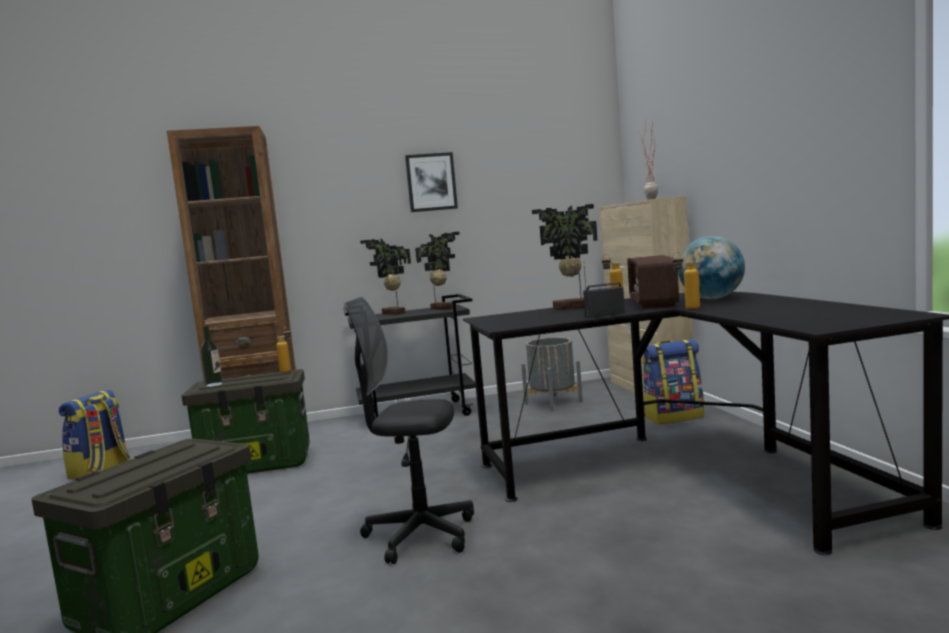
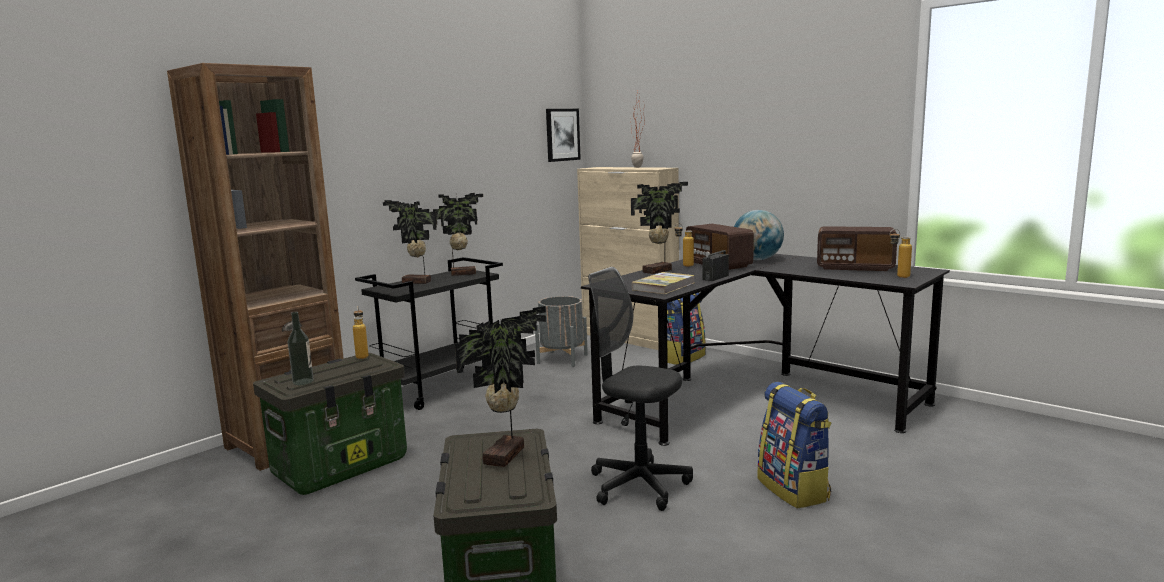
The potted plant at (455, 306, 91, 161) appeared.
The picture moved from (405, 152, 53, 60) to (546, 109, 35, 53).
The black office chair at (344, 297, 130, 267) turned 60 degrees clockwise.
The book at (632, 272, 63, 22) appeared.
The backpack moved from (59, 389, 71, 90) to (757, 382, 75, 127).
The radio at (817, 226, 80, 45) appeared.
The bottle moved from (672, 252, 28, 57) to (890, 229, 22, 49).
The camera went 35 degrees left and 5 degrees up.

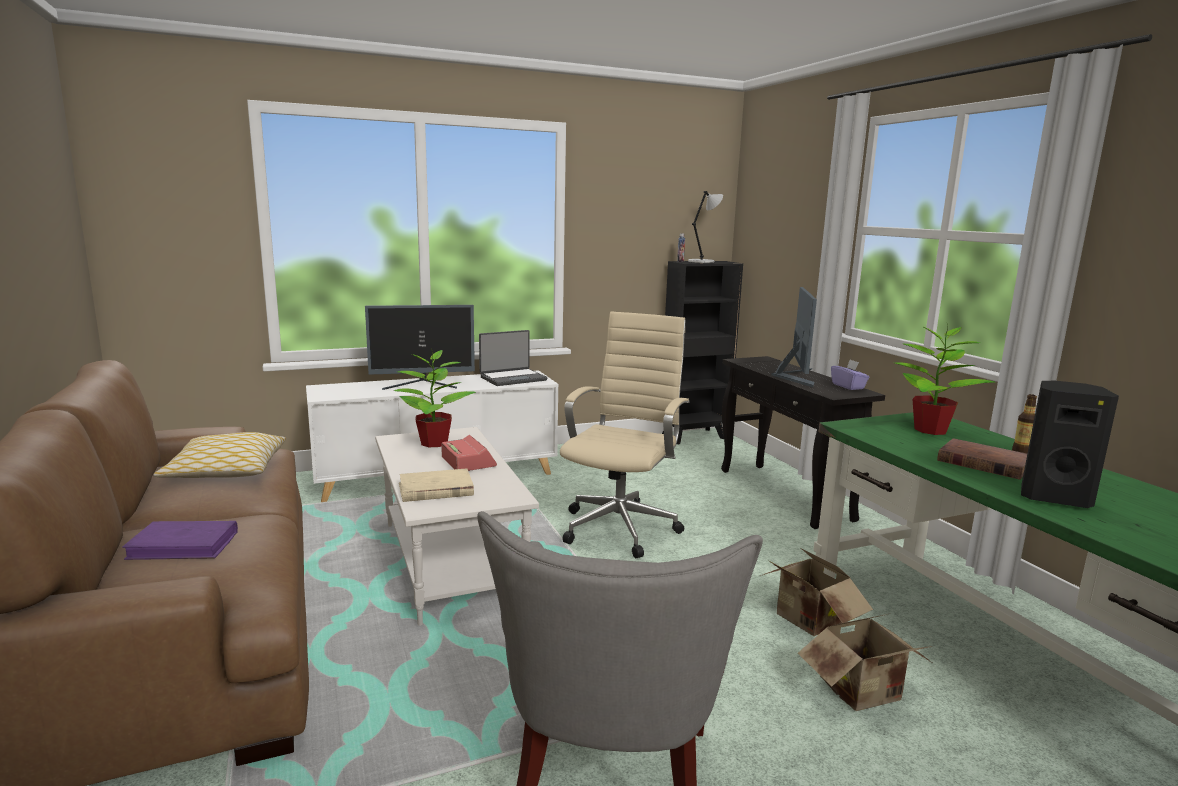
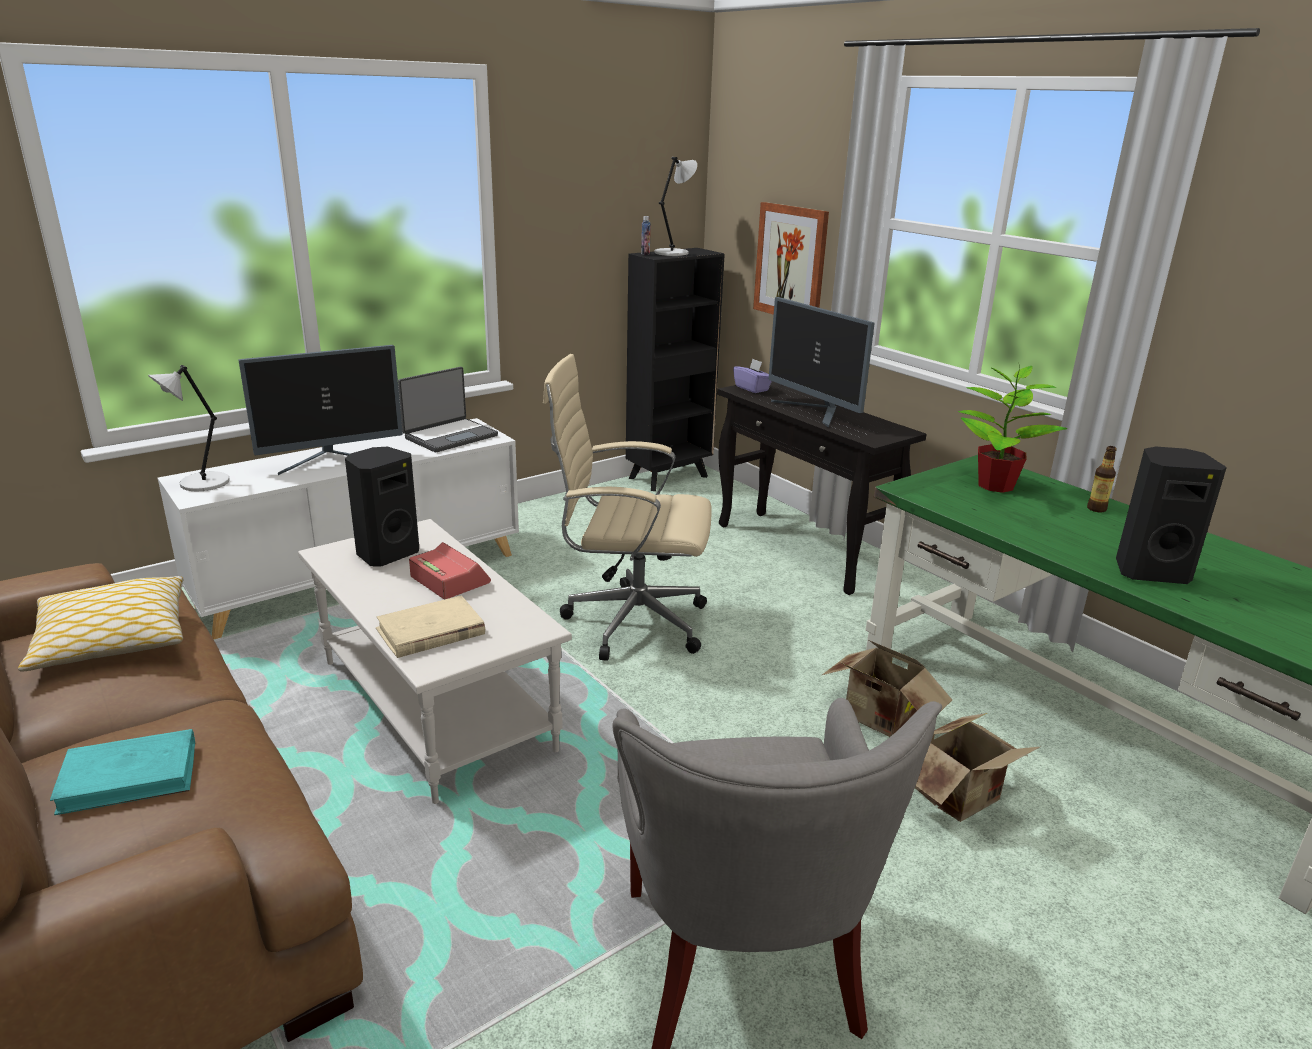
The purple book at (122, 521, 116, 39) became the turquoise book at (50, 729, 145, 86).
The grey table lamp at (148, 365, 82, 126) appeared.
The potted plant at (394, 349, 82, 98) was replaced by the black speaker at (345, 447, 74, 120).
The beige office chair at (560, 312, 130, 246) turned 90 degrees counterclockwise.
The purple tissue box moved from (831, 360, 39, 30) to (733, 359, 39, 34).
The picture at (753, 202, 76, 113) appeared.
The monitor at (771, 287, 46, 100) turned 150 degrees clockwise.
The brown book at (937, 438, 90, 42) disappeared.
The camera went 15 degrees left and 10 degrees up.

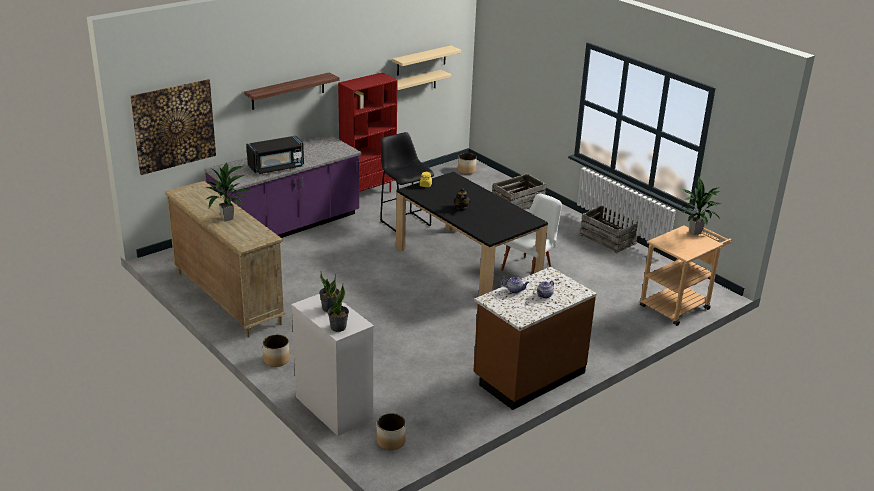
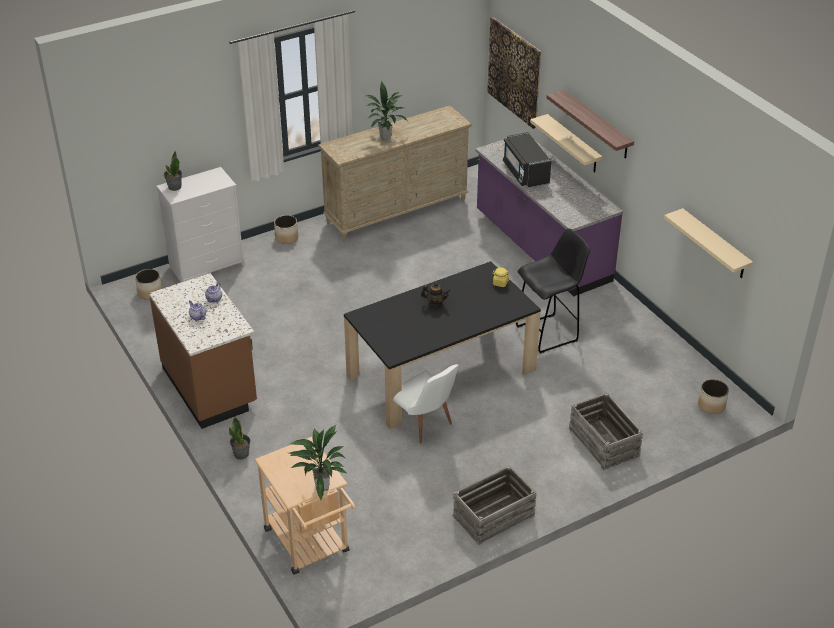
The potted plant moved from (319, 272, 21, 40) to (229, 417, 21, 42).
The beige shelf moved from (392, 46, 69, 30) to (530, 114, 73, 59).
The red bookcase at (338, 72, 60, 121) disappeared.
The camera went 100 degrees right and 10 degrees up.

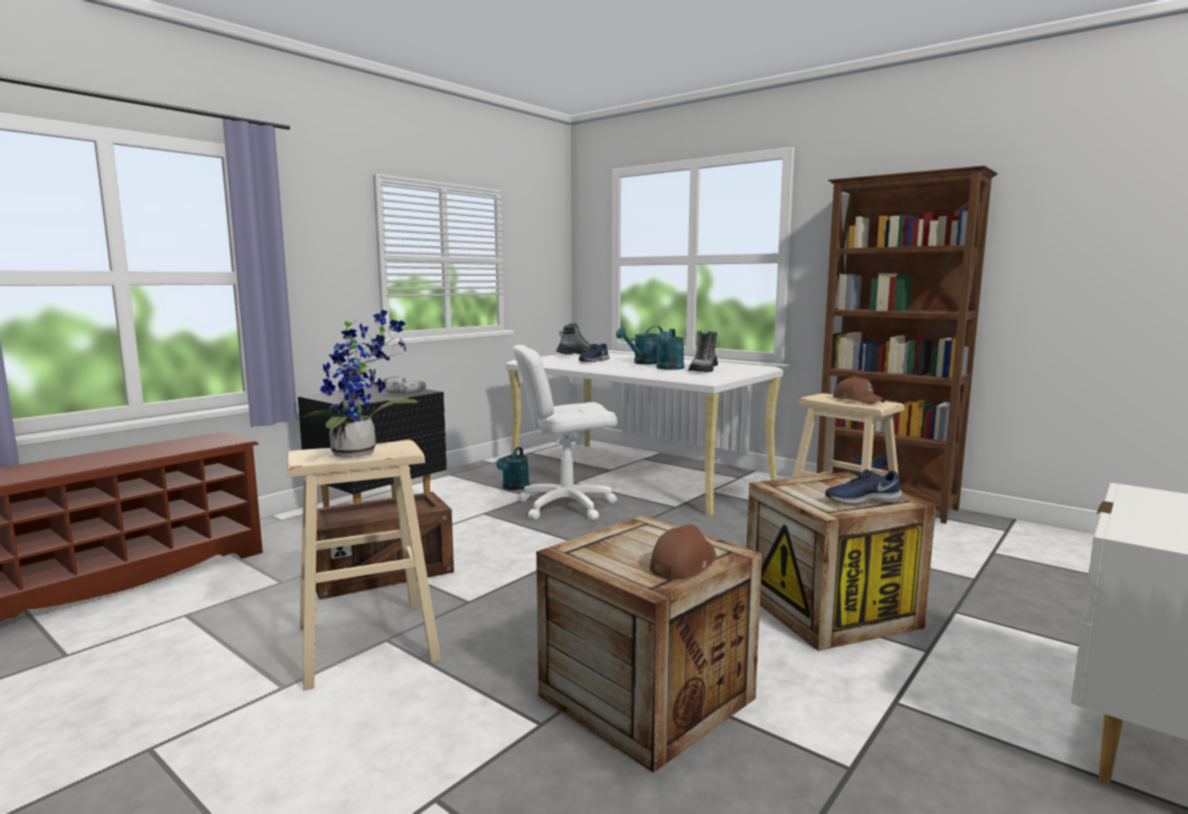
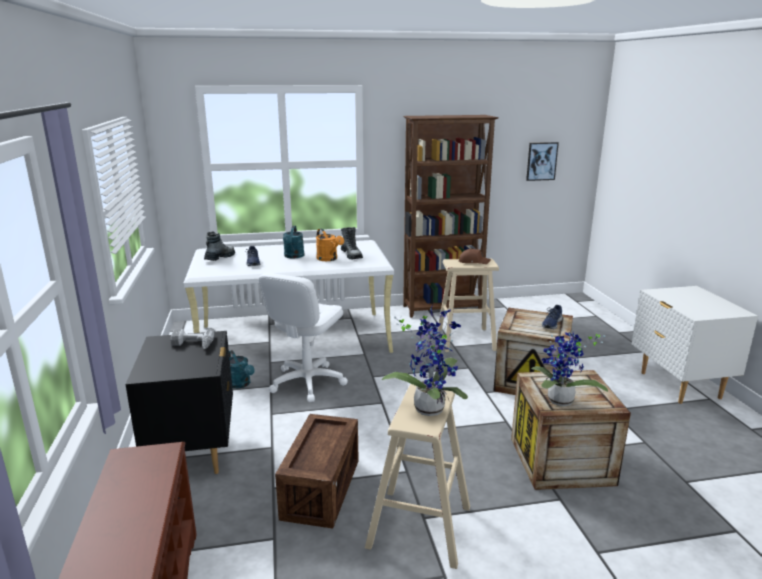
The turquoise watering can at (656, 329, 28, 41) became the orange watering can at (316, 228, 28, 33).
The picture at (526, 142, 33, 39) appeared.
The potted plant at (531, 332, 77, 74) appeared.
The brown cap at (650, 524, 66, 56) disappeared.
The camera went 50 degrees left and 10 degrees up.

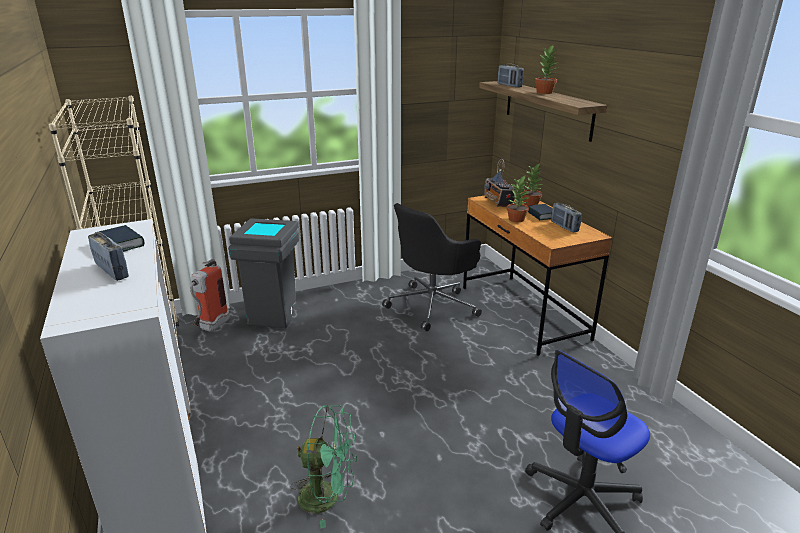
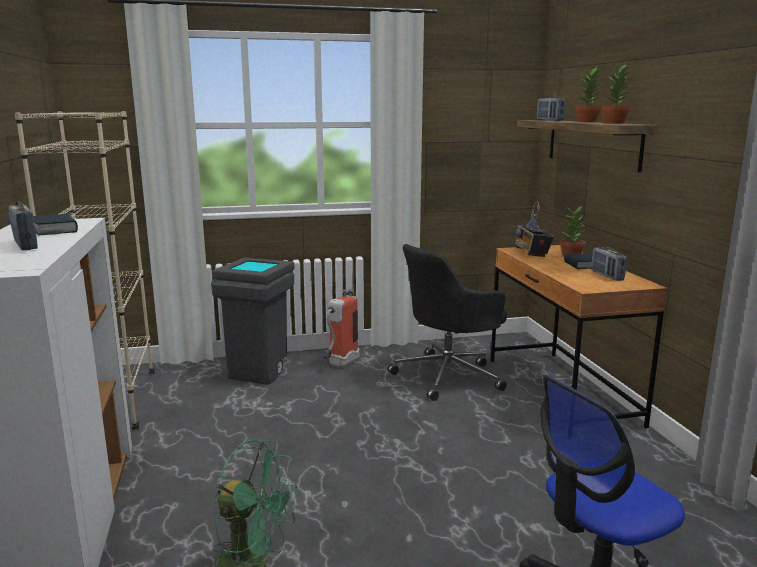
The fire extinguisher moved from (190, 259, 40, 73) to (324, 288, 36, 80).
The potted plant moved from (507, 176, 23, 46) to (601, 64, 30, 60).
The camera went 10 degrees right and 10 degrees down.

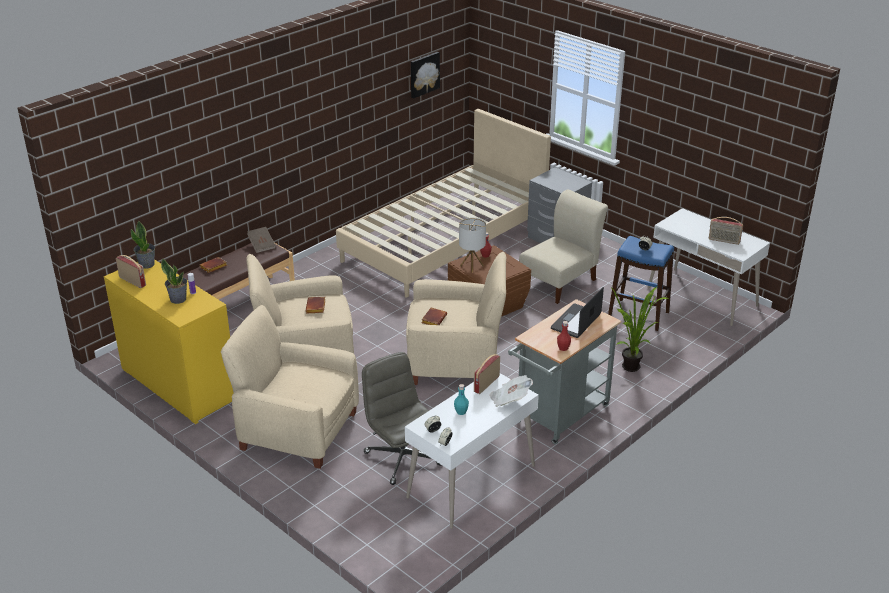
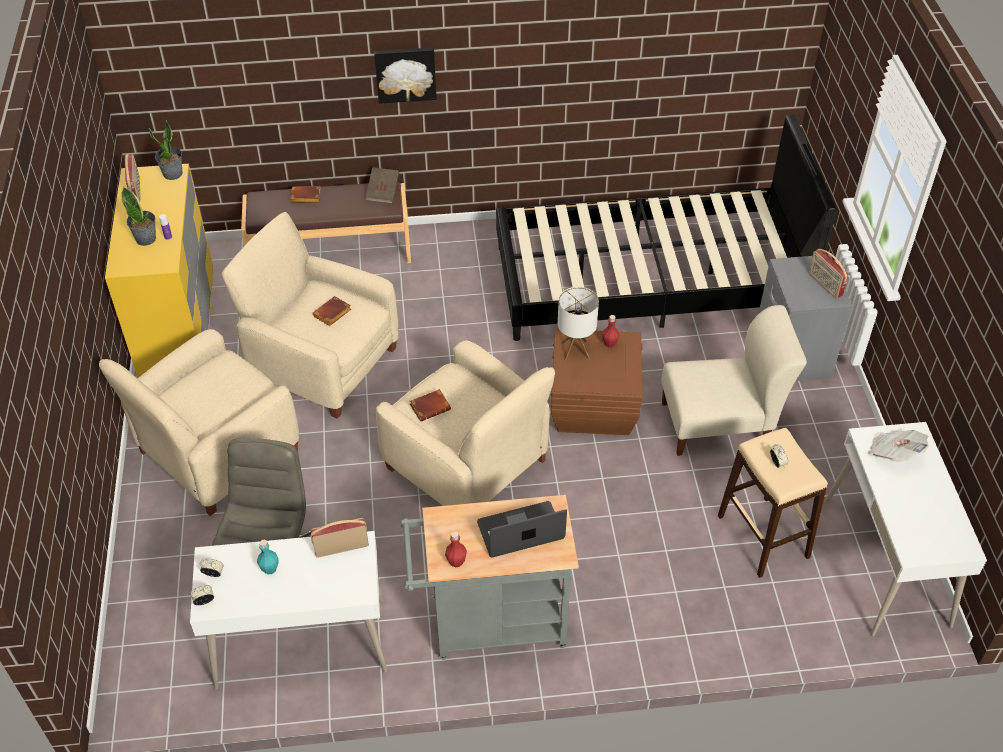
The beige armchair at (221, 305, 138, 164) turned 105 degrees counterclockwise.
The picture moved from (411, 52, 29, 47) to (374, 47, 63, 57).
The beige bed at (336, 109, 215, 189) became the black bed at (496, 115, 341, 226).
The blue stool at (608, 236, 66, 95) became the beige stool at (718, 428, 110, 150).
The radio moved from (709, 217, 34, 28) to (809, 249, 40, 49).
The newspaper moved from (490, 375, 43, 32) to (868, 430, 61, 32).
The potted plant at (610, 286, 60, 86) disappeared.
The camera went 40 degrees right and 15 degrees up.

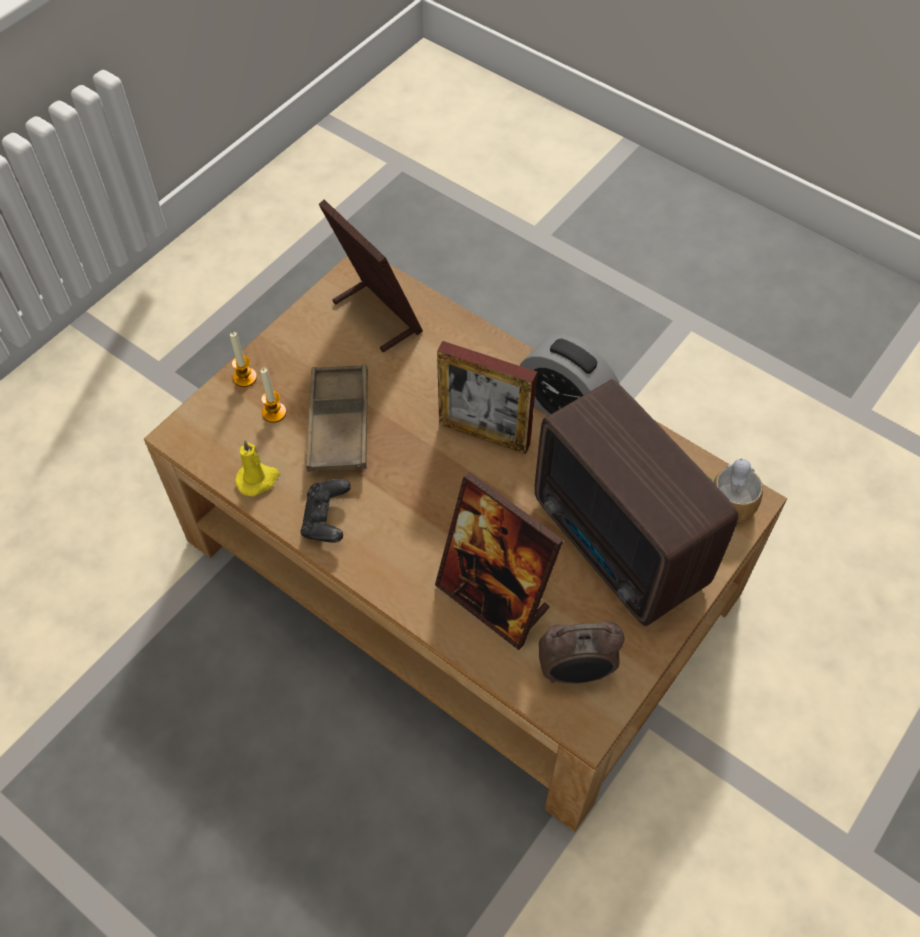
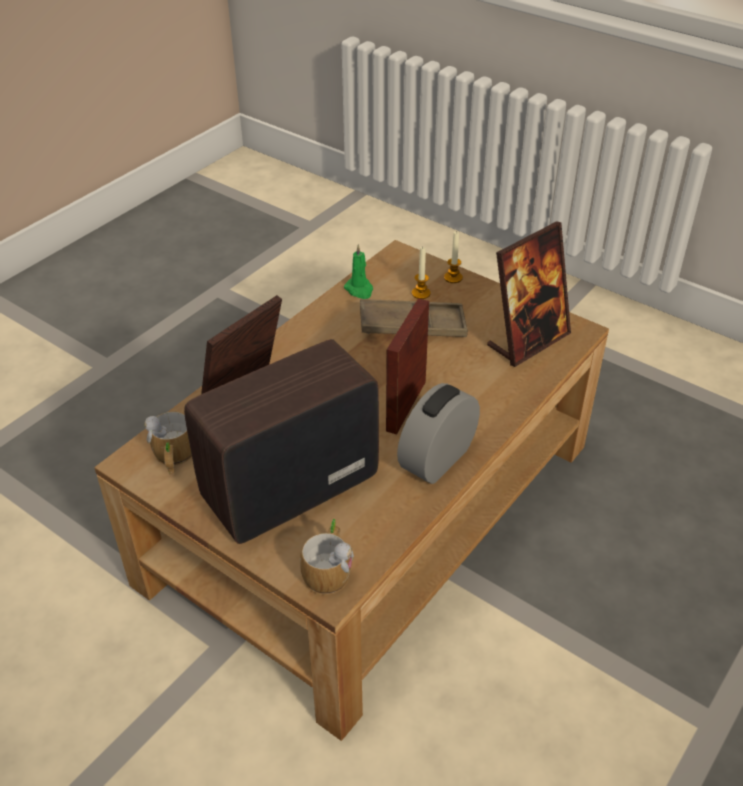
The alarm clock at (539, 621, 85, 63) was replaced by the mug at (144, 412, 48, 63).
The yellow candle at (235, 441, 44, 55) became the green candle at (344, 244, 29, 55).
The black game controller at (301, 479, 50, 64) disappeared.
The camera went 90 degrees right and 15 degrees down.

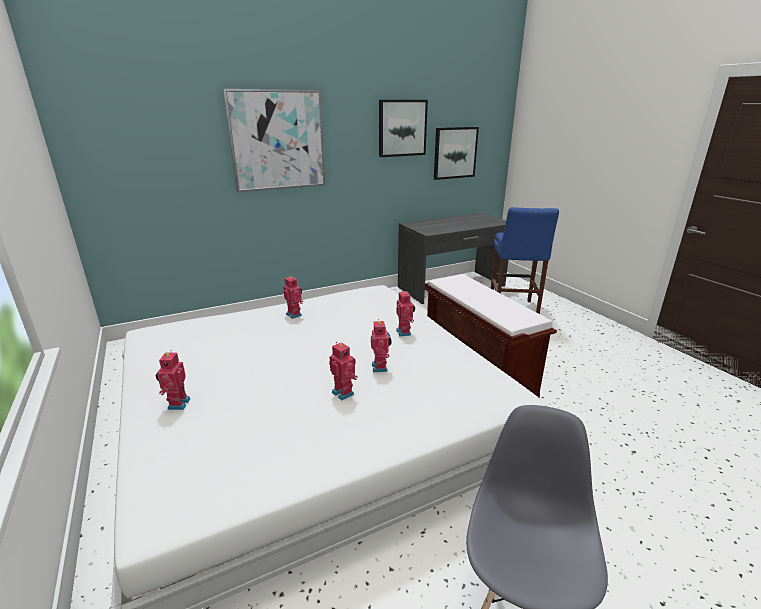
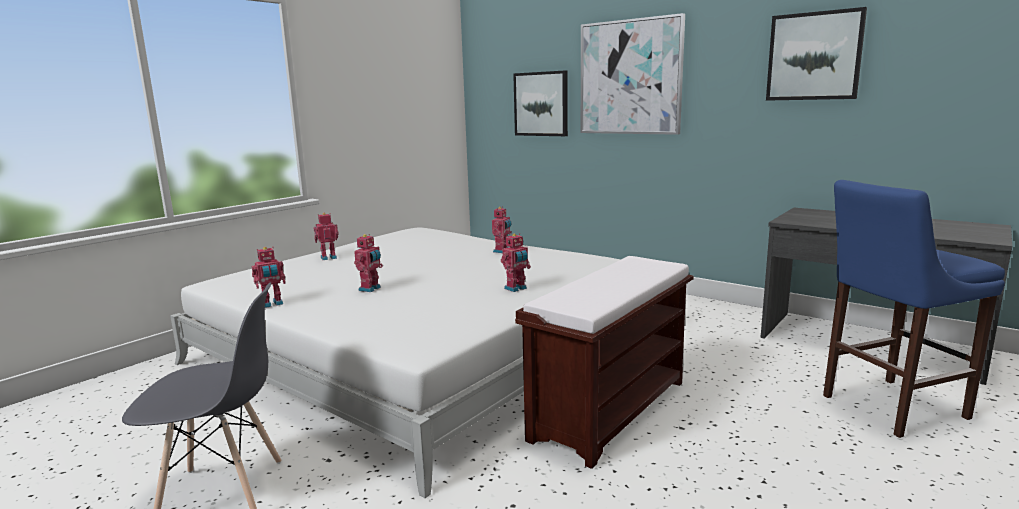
The toy robot moved from (371, 319, 21, 53) to (252, 247, 34, 61).
The picture moved from (434, 127, 45, 53) to (513, 71, 55, 65).
The camera went 65 degrees right and 10 degrees down.

